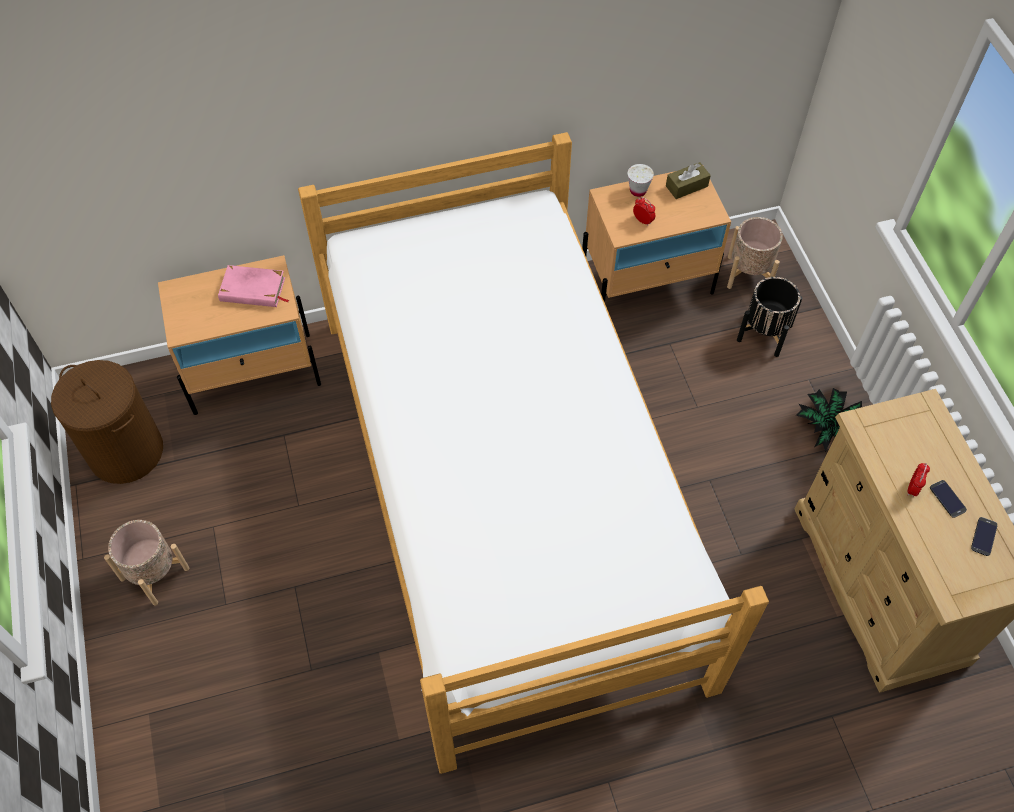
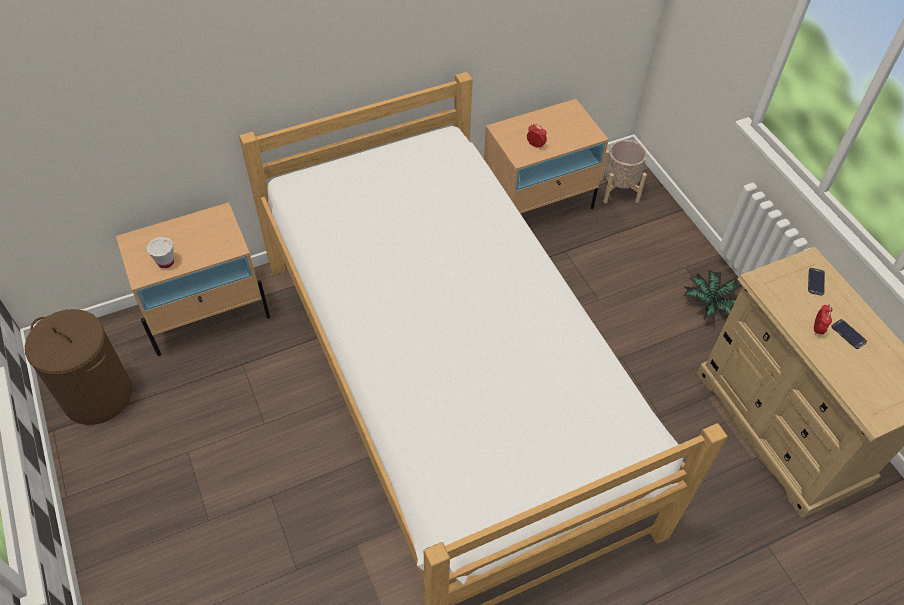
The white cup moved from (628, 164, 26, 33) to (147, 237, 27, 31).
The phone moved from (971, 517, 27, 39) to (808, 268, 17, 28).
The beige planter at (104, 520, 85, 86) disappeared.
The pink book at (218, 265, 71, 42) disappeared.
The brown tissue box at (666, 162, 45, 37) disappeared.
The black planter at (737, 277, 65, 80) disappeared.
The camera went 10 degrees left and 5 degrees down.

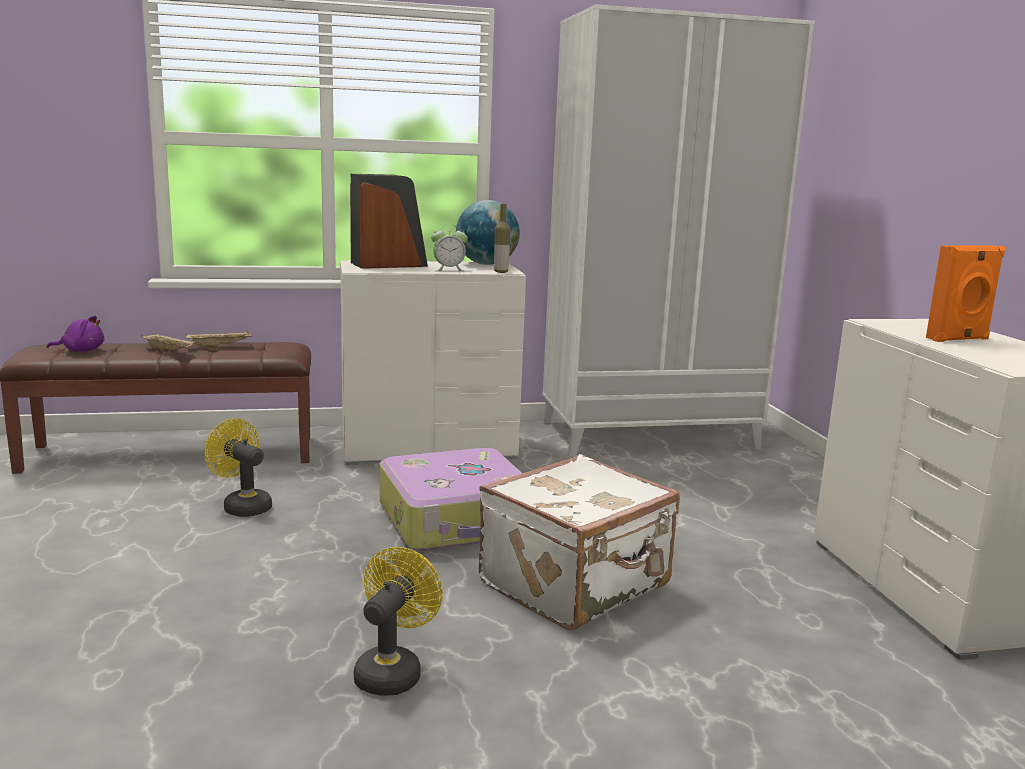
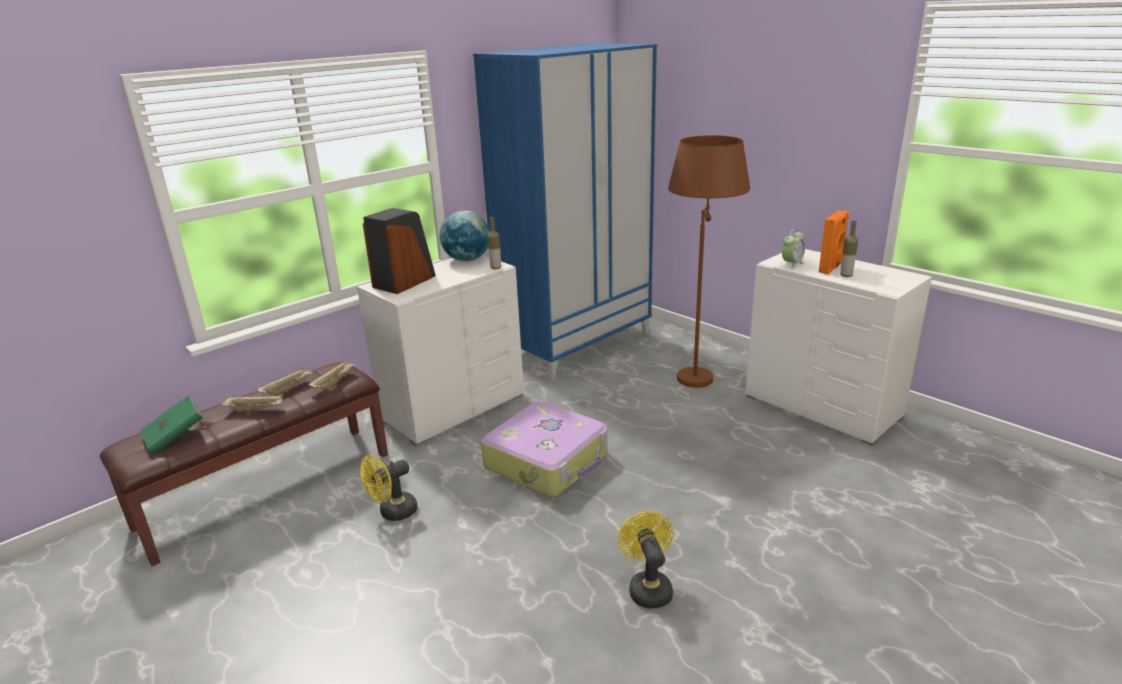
The purple plush toy at (47, 316, 57, 36) was replaced by the green book at (140, 396, 63, 58).
The beige tray at (308, 361, 49, 28) appeared.
The yellow fan at (204, 419, 68, 98) turned 45 degrees counterclockwise.
The white wardrobe at (542, 4, 273, 452) became the blue wardrobe at (473, 43, 184, 338).
The brown floor lamp at (668, 135, 82, 253) appeared.
The alarm clock moved from (431, 225, 37, 46) to (782, 229, 23, 40).
The bottle at (840, 221, 18, 56) appeared.
The white suitcase at (479, 454, 201, 176) disappeared.
The camera went 30 degrees left and 10 degrees up.

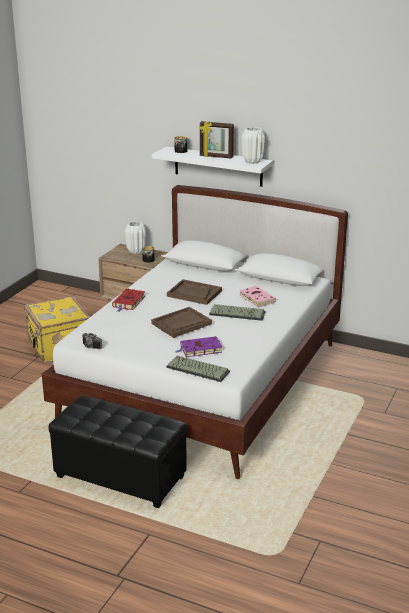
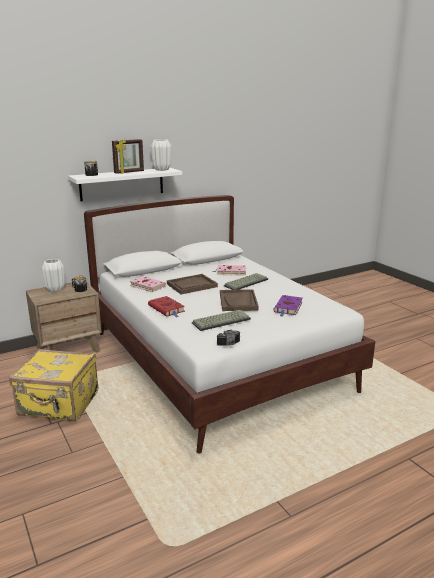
The pink book at (130, 276, 36, 16) appeared.
The keyboard moved from (166, 355, 64, 27) to (192, 310, 59, 21).
The black ottoman at (49, 396, 138, 112) disappeared.
The camera went 55 degrees left and 5 degrees down.

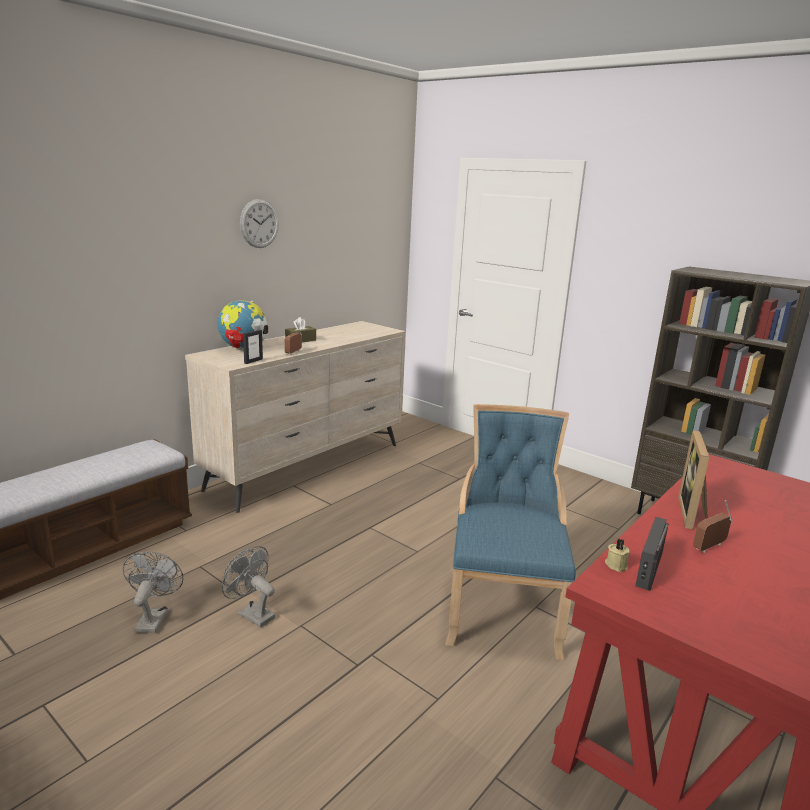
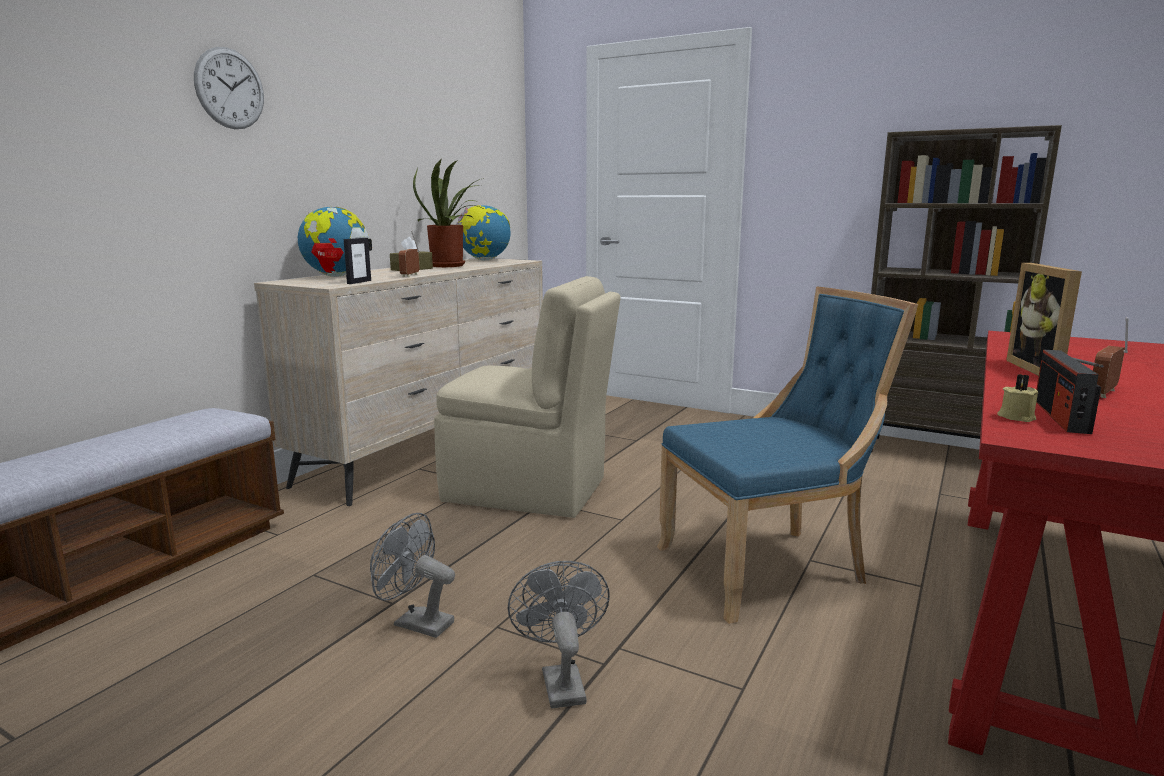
The wall clock moved from (240, 199, 39, 49) to (194, 47, 70, 82).
The potted plant at (413, 159, 71, 108) appeared.
The beige chair at (434, 276, 187, 242) appeared.
The globe at (456, 205, 55, 55) appeared.
The grey fan moved from (123, 552, 60, 81) to (508, 561, 102, 148).
The blue chair at (445, 404, 131, 256) turned 75 degrees clockwise.
The camera went 10 degrees left and 5 degrees down.

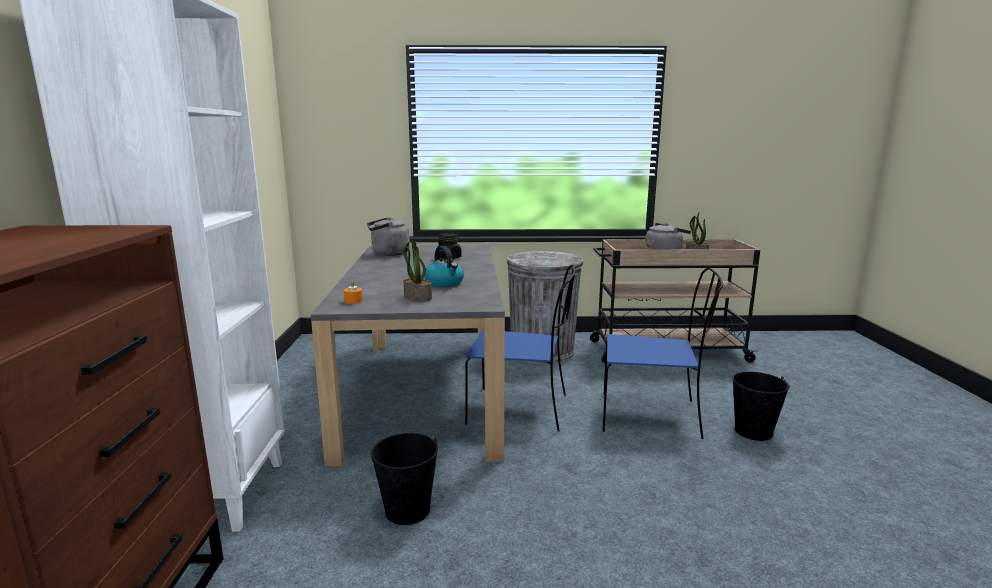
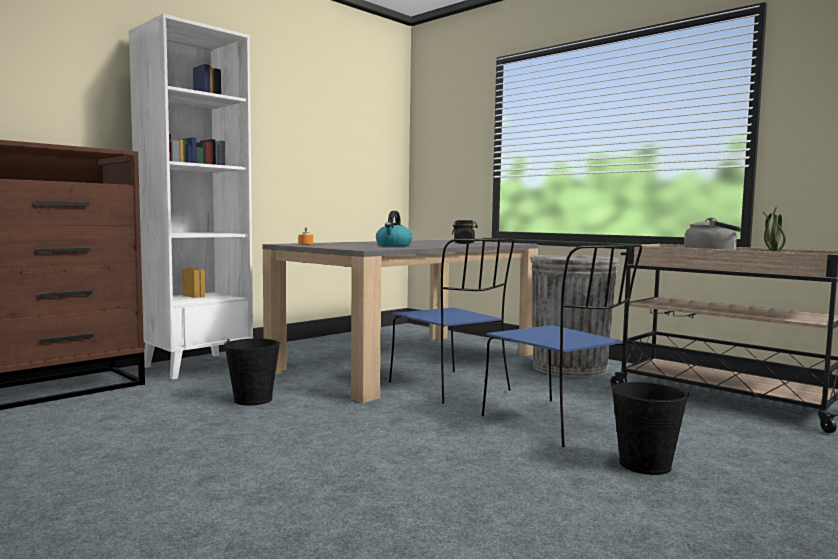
The grey kettle at (367, 217, 43, 39) disappeared.
The potted plant at (404, 236, 28, 65) disappeared.
The camera went 45 degrees right and 10 degrees down.

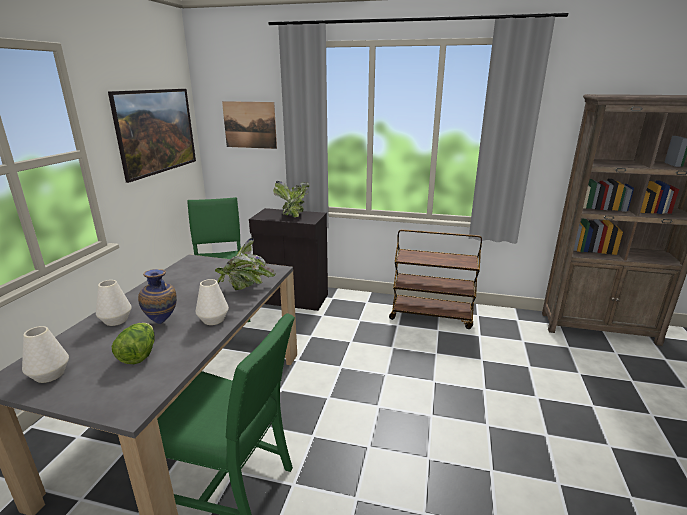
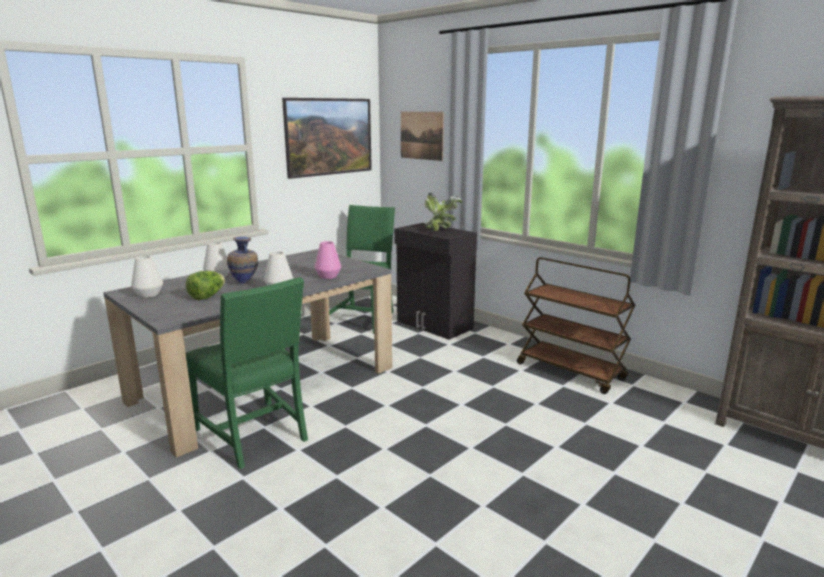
The potted plant at (215, 238, 61, 52) was replaced by the pink vase at (315, 241, 26, 38).
The camera went 30 degrees right and 5 degrees down.

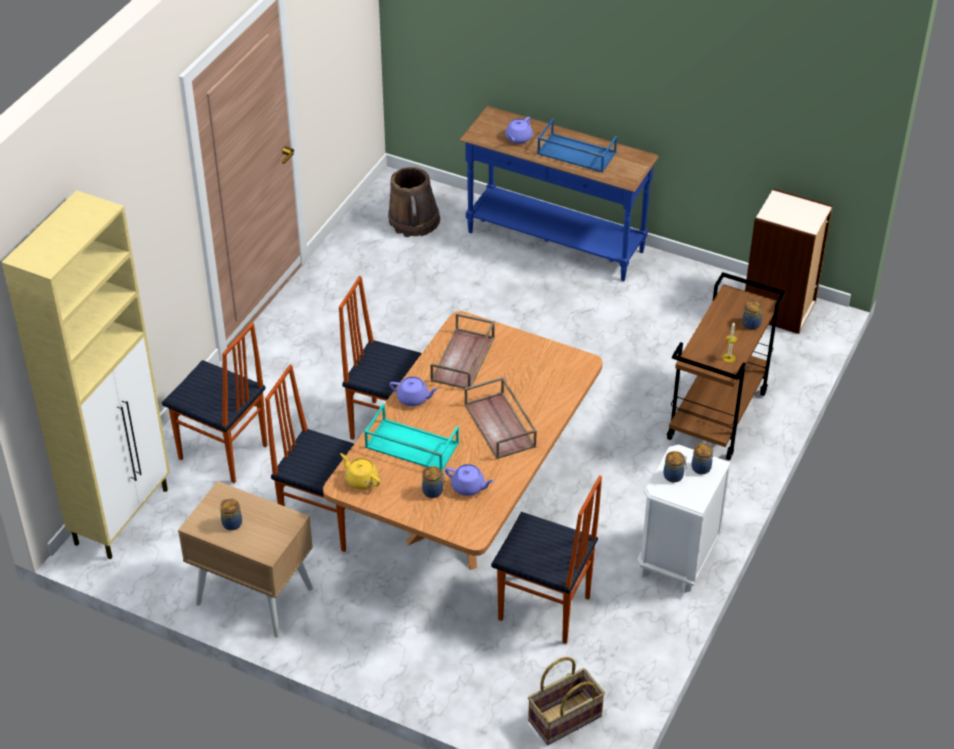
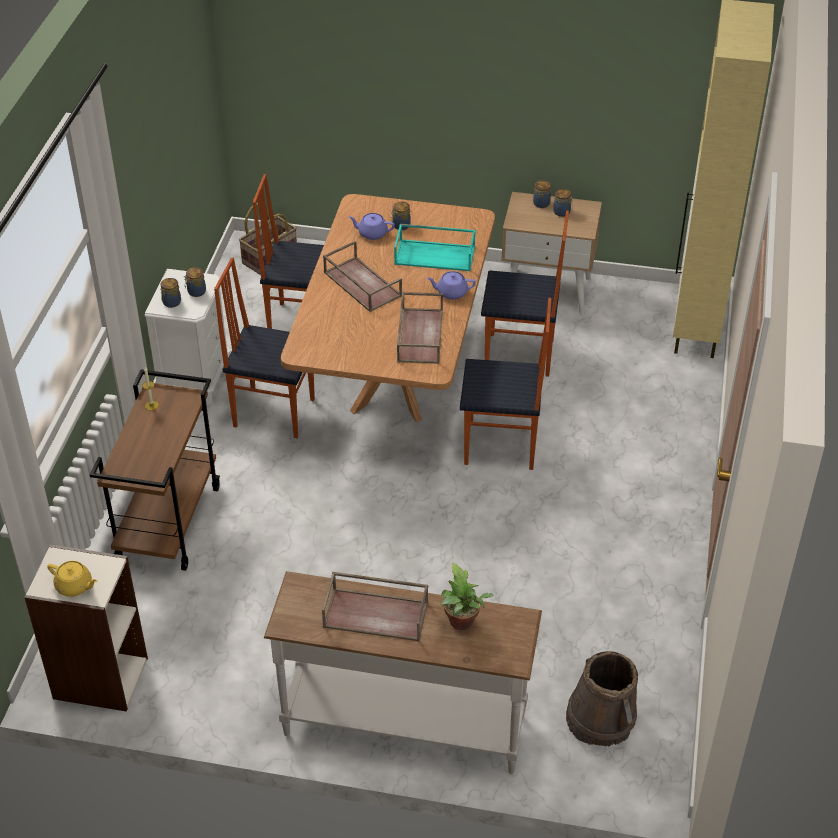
The yellow teapot moved from (340, 453, 41, 36) to (47, 561, 51, 36).
The chair moved from (162, 323, 106, 160) to (214, 257, 101, 181).
The blue console table at (459, 106, 200, 175) became the white console table at (264, 571, 278, 203).
The blue tray at (537, 119, 80, 53) became the brown tray at (322, 572, 107, 69).
The purple teapot at (505, 117, 28, 27) was replaced by the potted plant at (441, 563, 53, 67).
The jar moved from (742, 300, 21, 29) to (533, 181, 18, 27).
The camera went 165 degrees right and 0 degrees up.

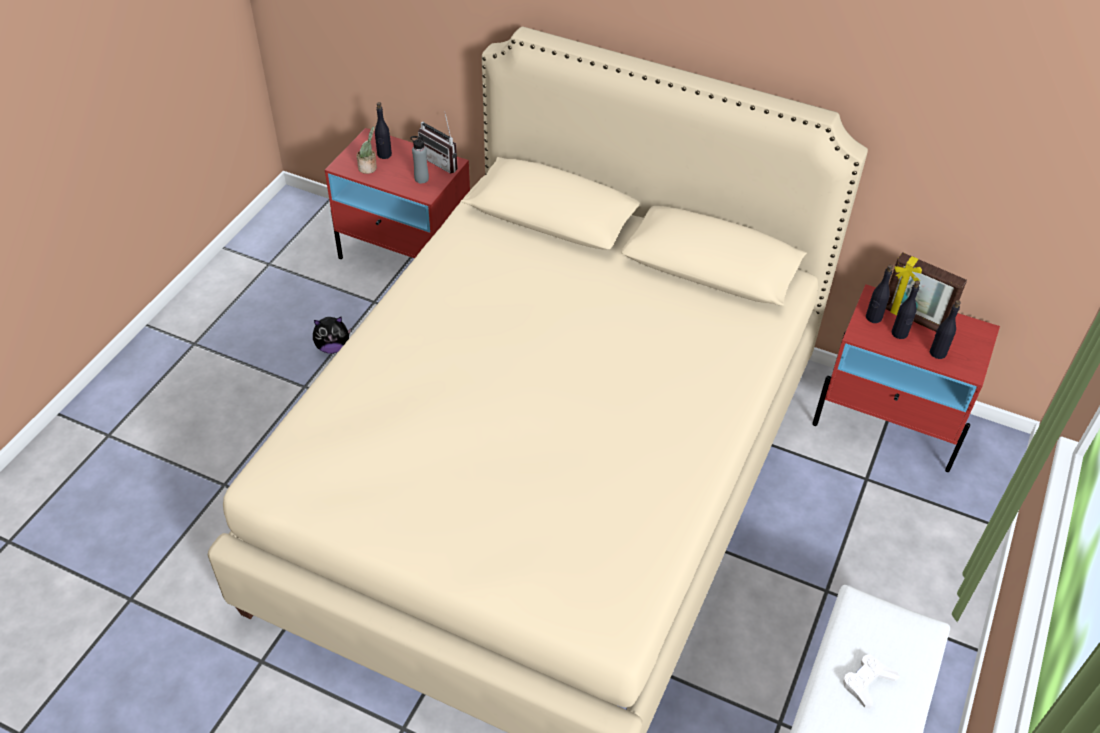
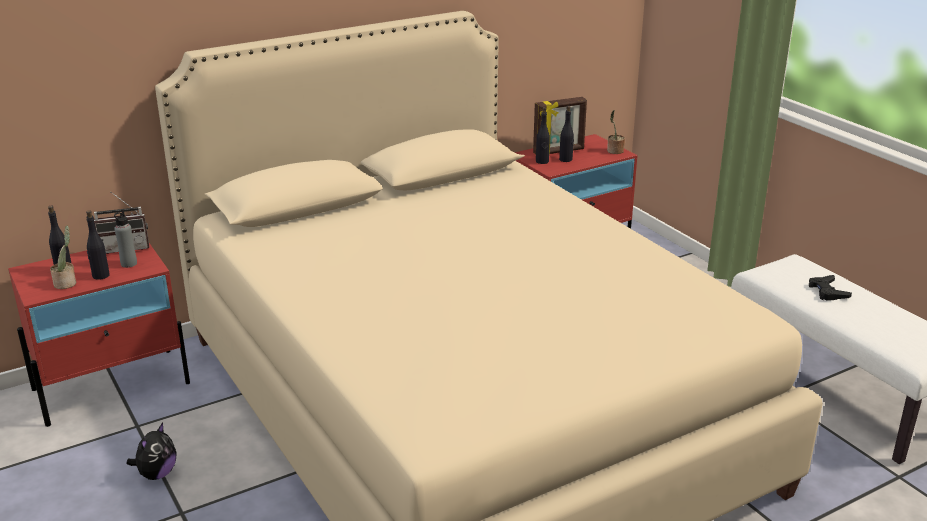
The black bottle moved from (930, 300, 31, 59) to (86, 210, 24, 70).
The potted plant at (607, 110, 18, 44) appeared.
The white game controller at (843, 655, 57, 54) became the black game controller at (809, 275, 43, 26).
The camera went 55 degrees left and 20 degrees down.

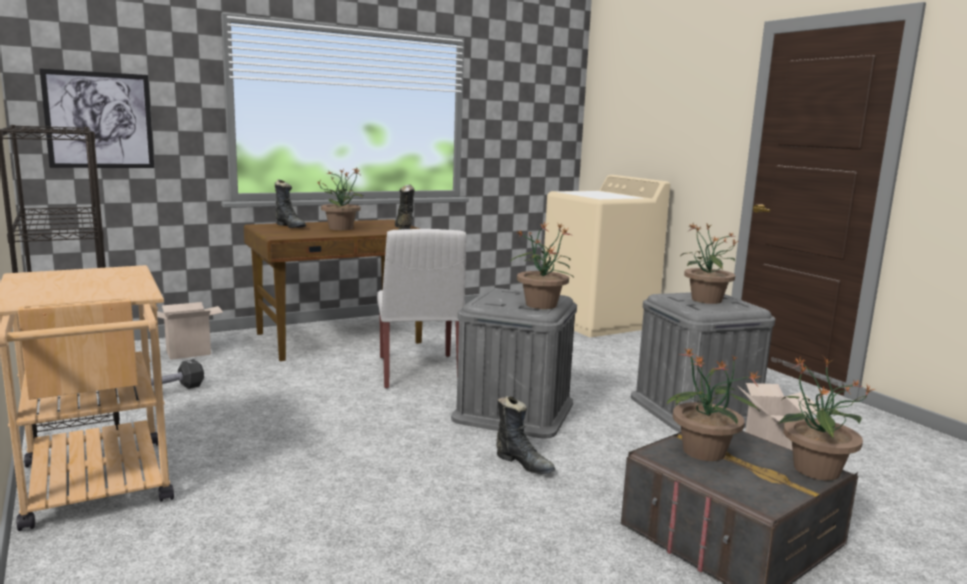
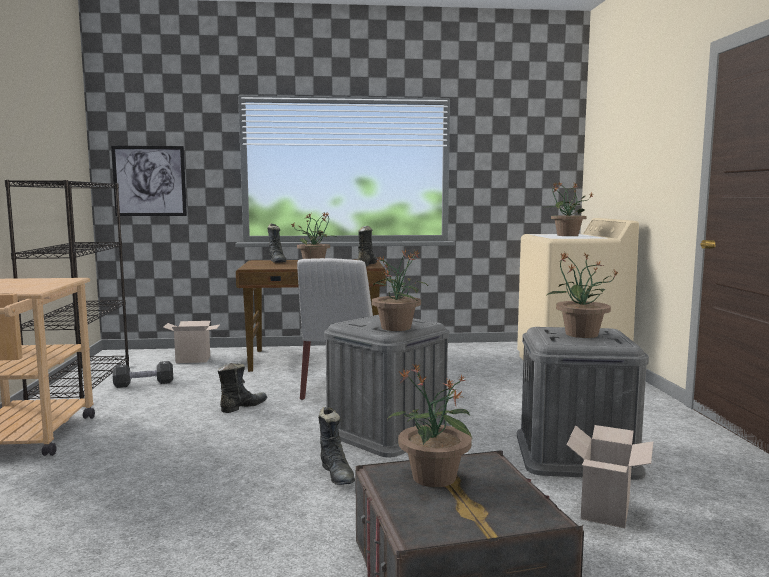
The black boot at (218, 363, 49, 50) appeared.
The potted plant moved from (779, 356, 96, 124) to (543, 182, 51, 54).
The camera went 25 degrees right and 5 degrees down.

